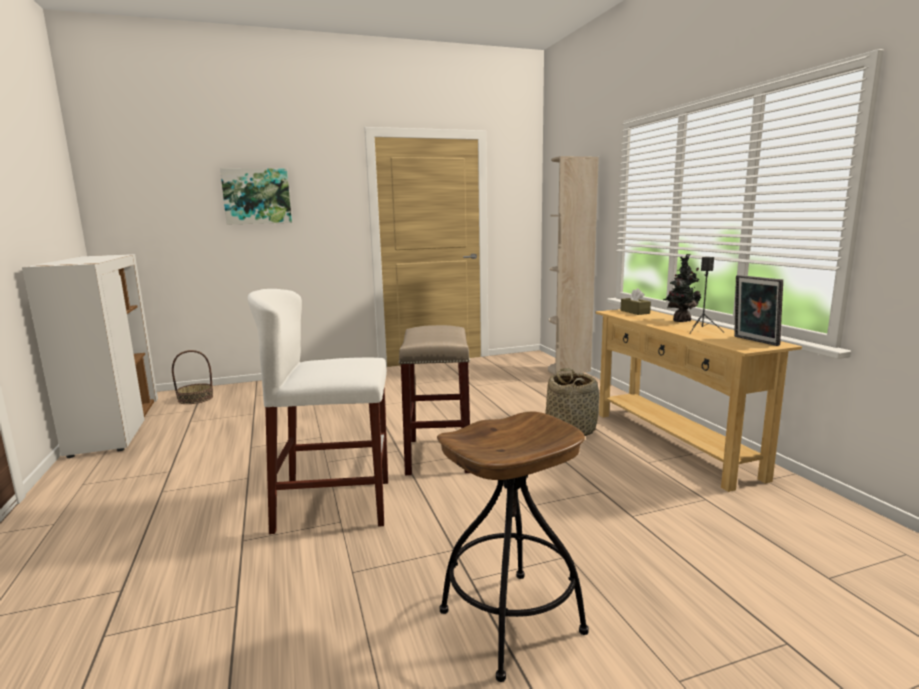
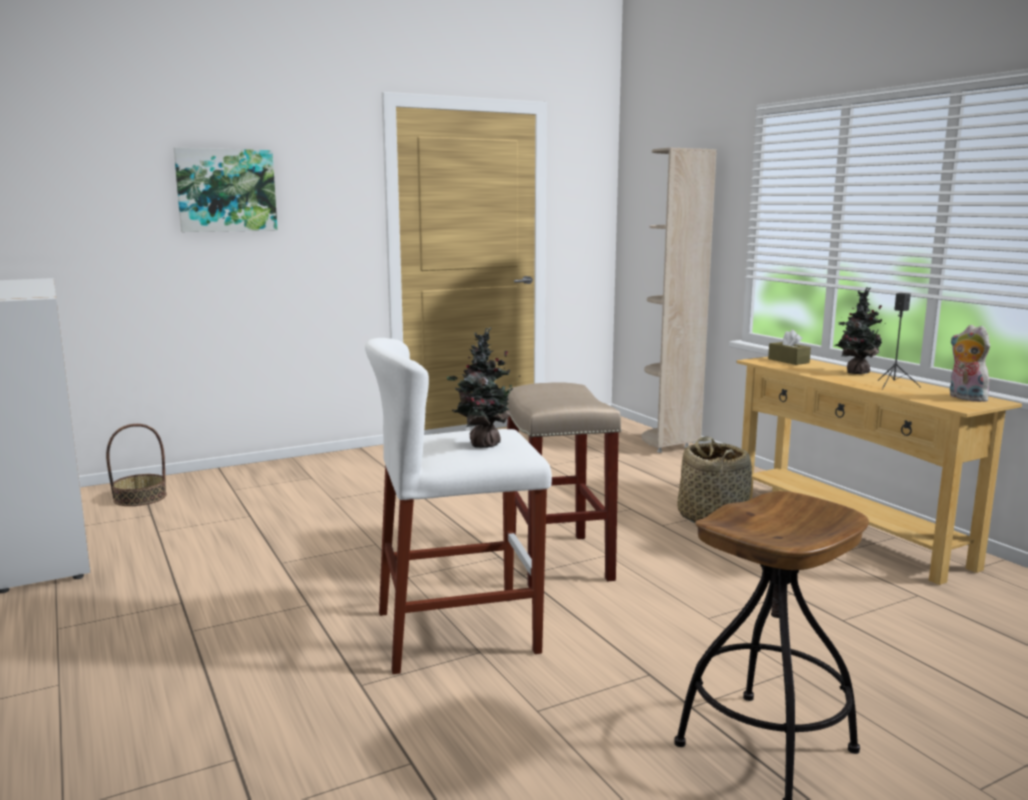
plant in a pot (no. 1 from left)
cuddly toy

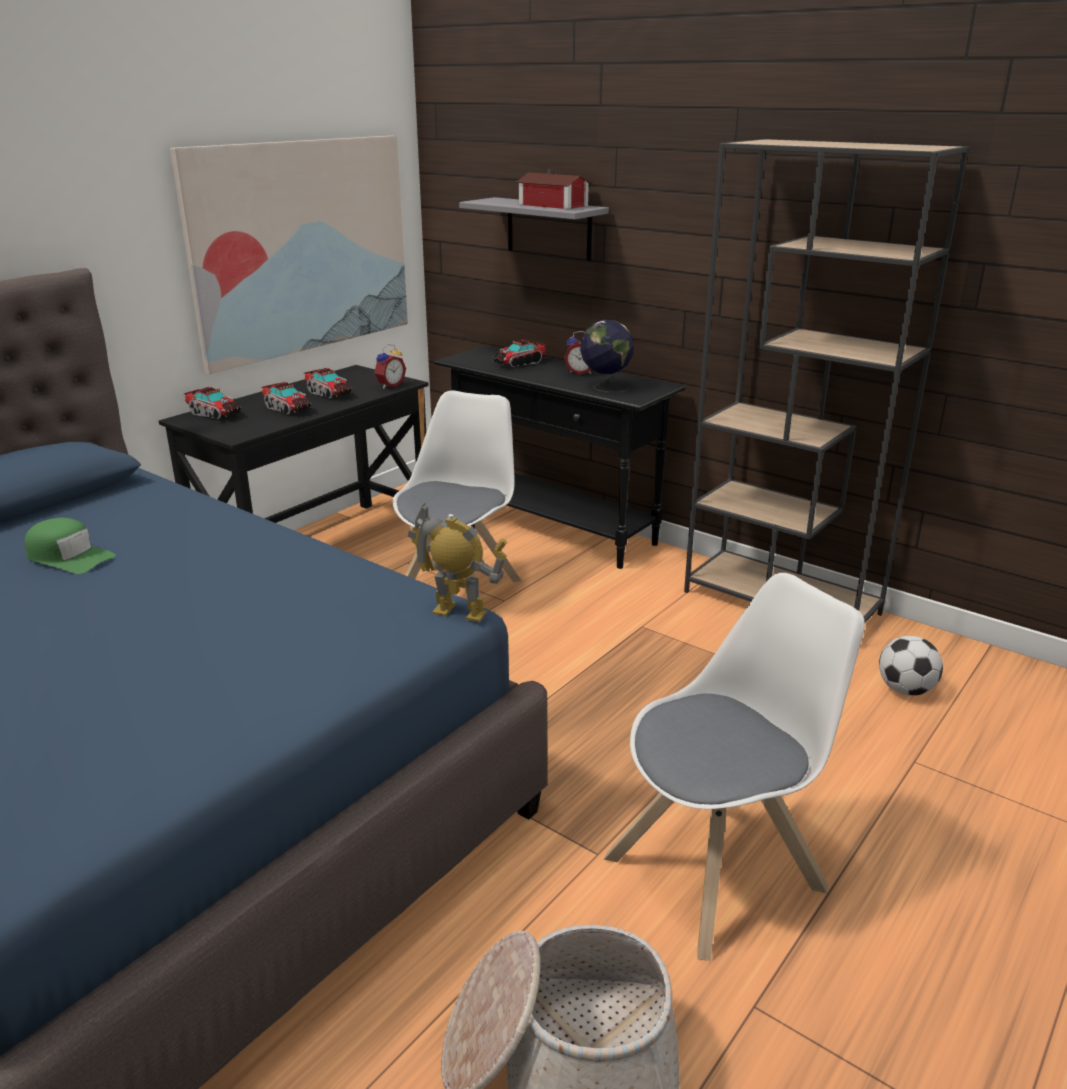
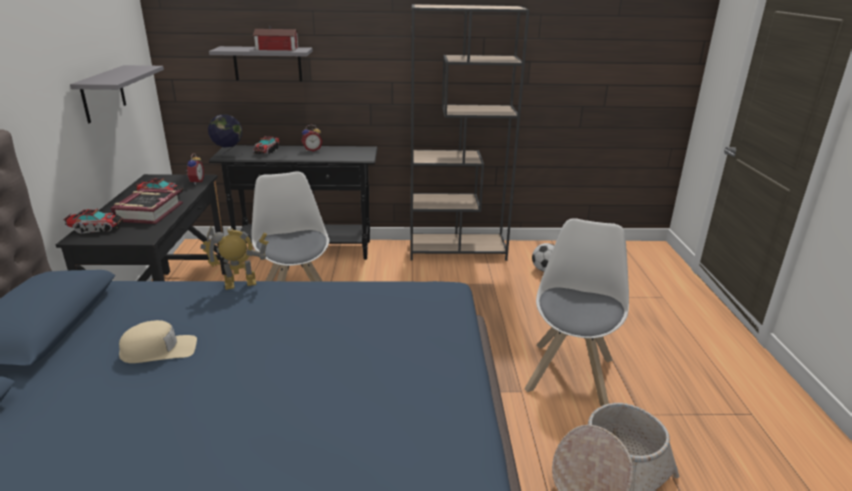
greyish bracket shelf (no. 1 from left)
book
beige baseball cap
model robot
globe

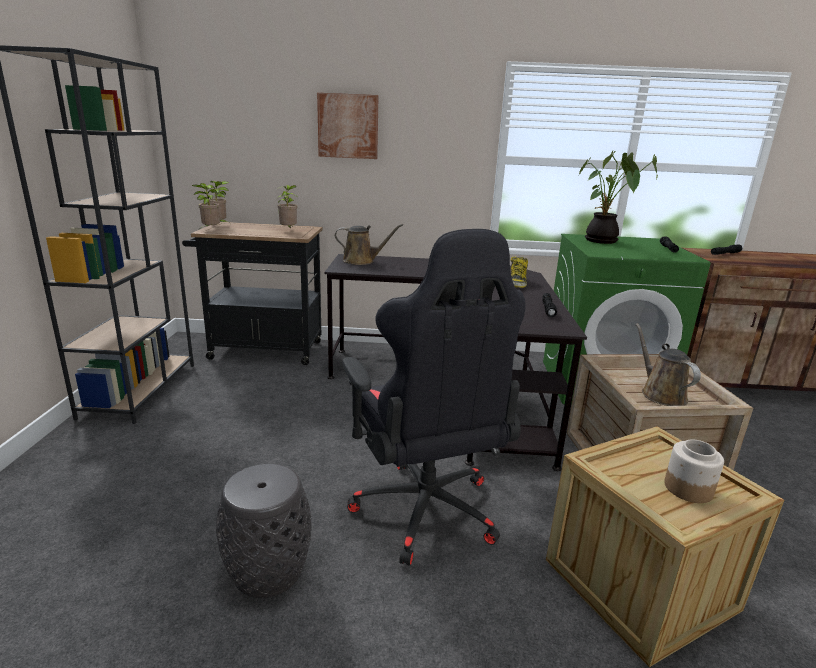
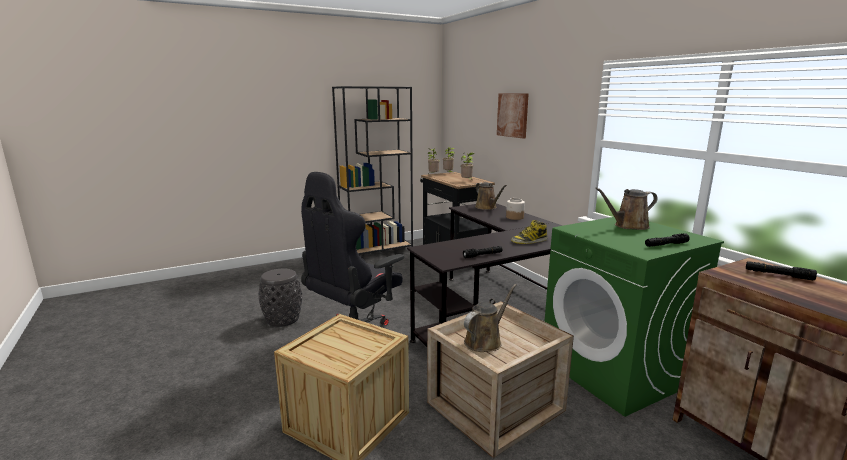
storage jar
brown-coloured sprinkling can (no. 3 from left)

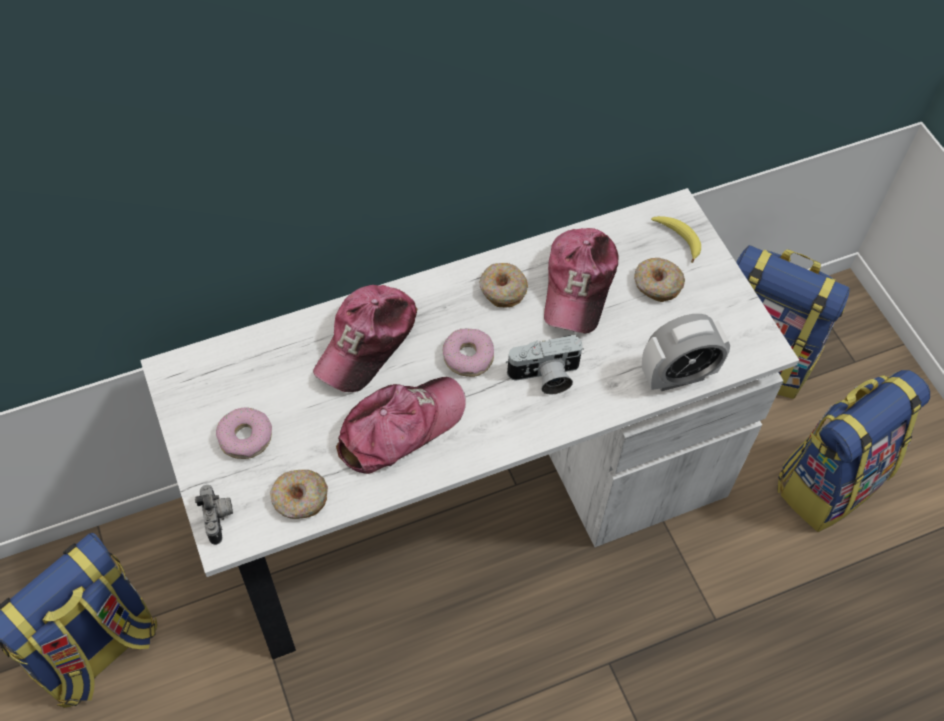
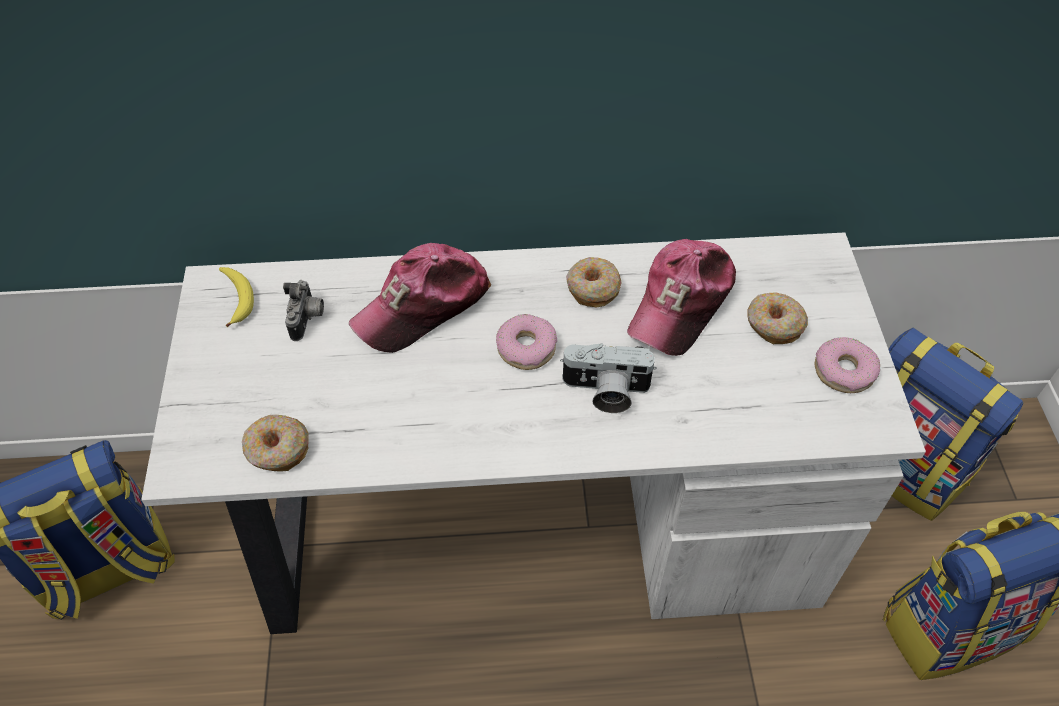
banana fruit
still camera (no. 1 from left)
donut (no. 5 from left)
baseball cap (no. 2 from left in the first image)
bedside clock

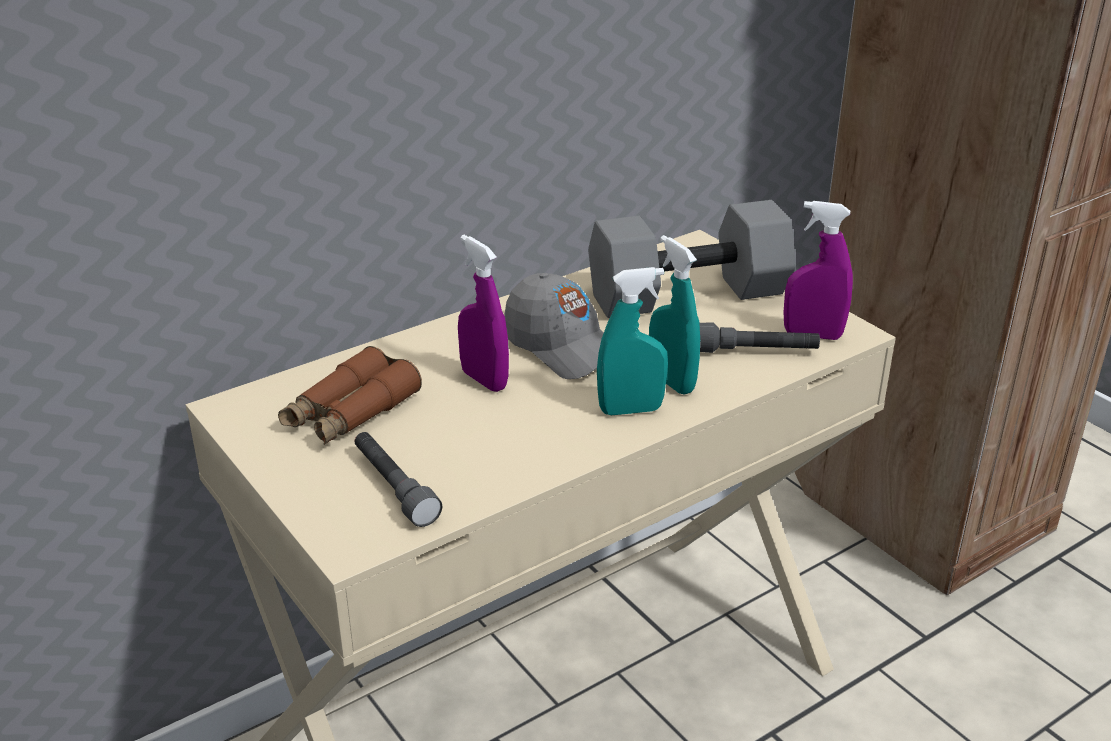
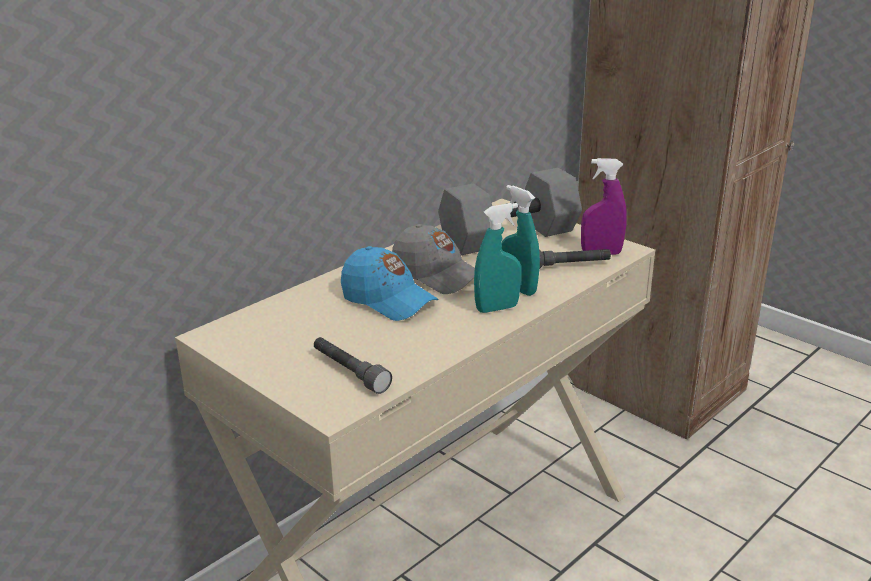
blue baseball cap
brown-coloured field glasses

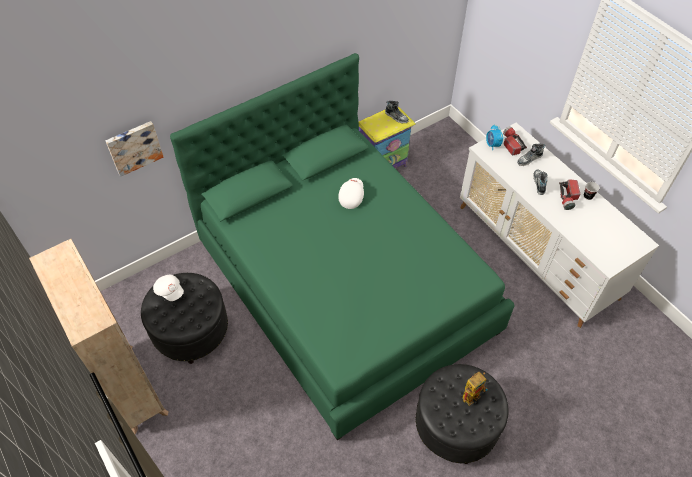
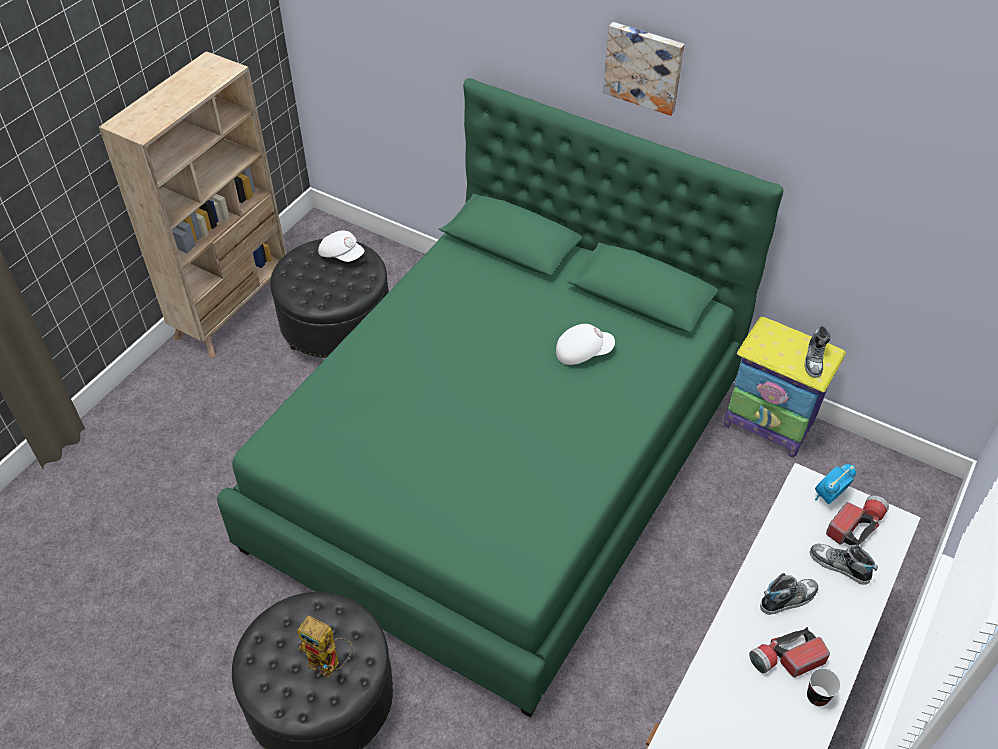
whitish baseball cap (no. 1 from left)
picture

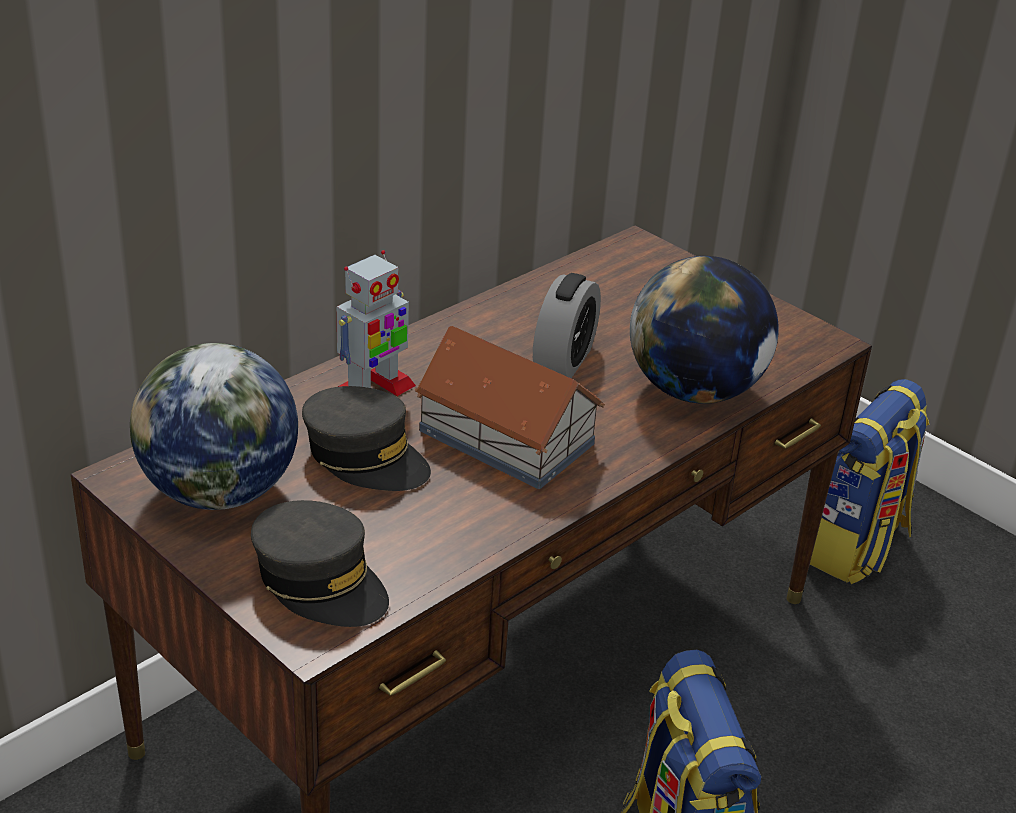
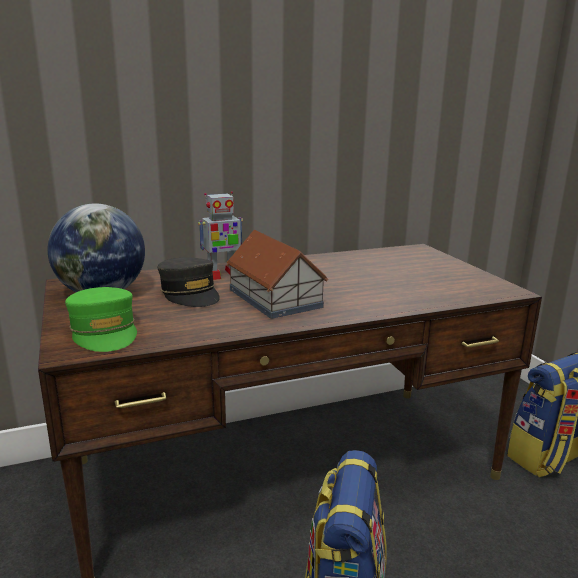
green-coloured baseball cap
bedside clock
globe (no. 2 from left in the first image)

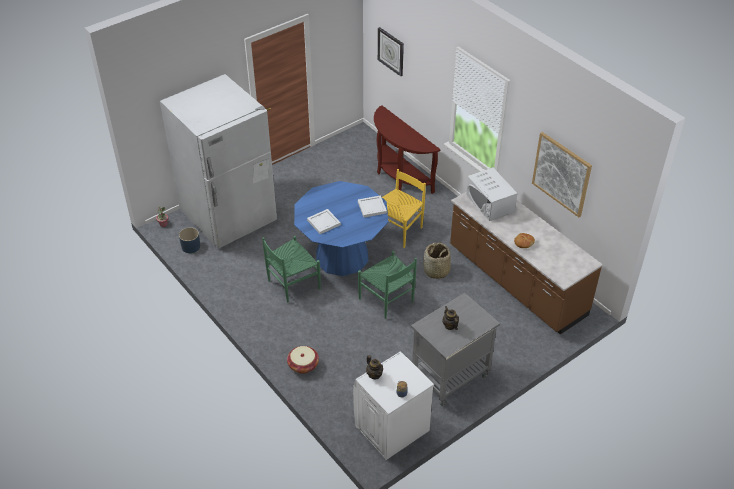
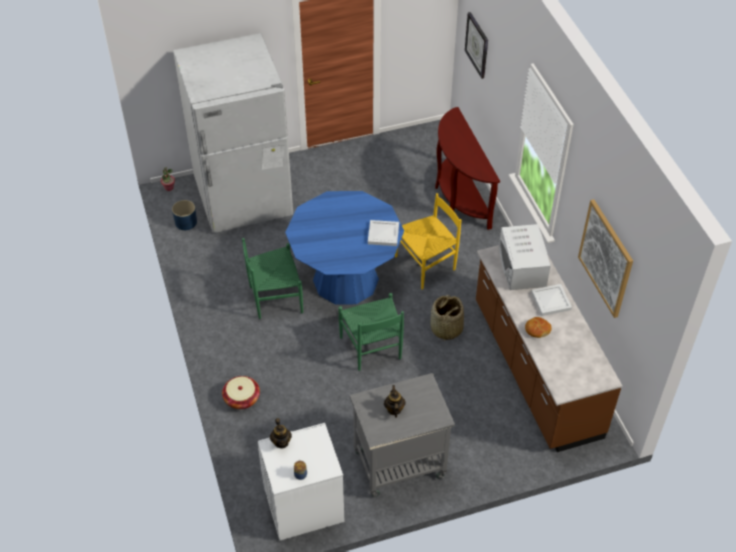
whitish tray (no. 2 from left)

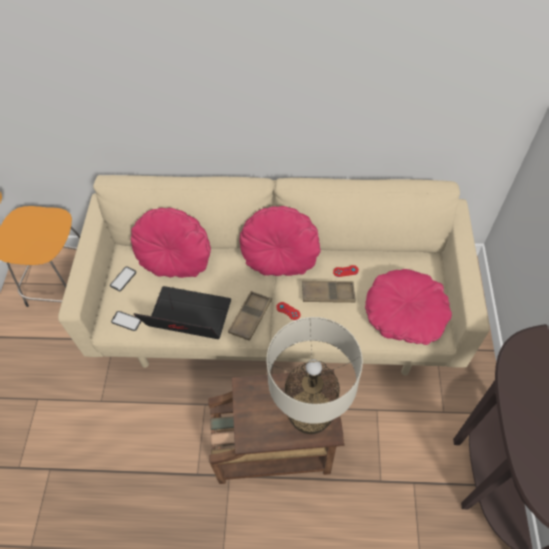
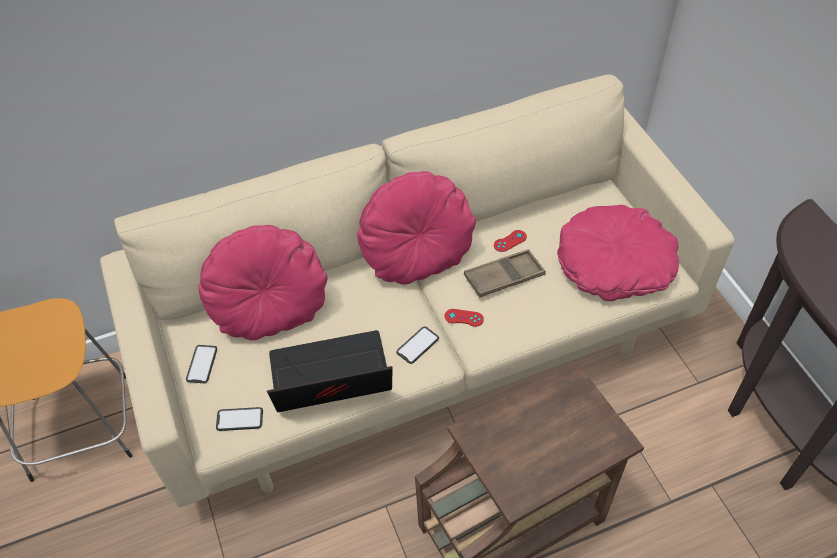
phone (no. 3 from left)
tabletop lamp

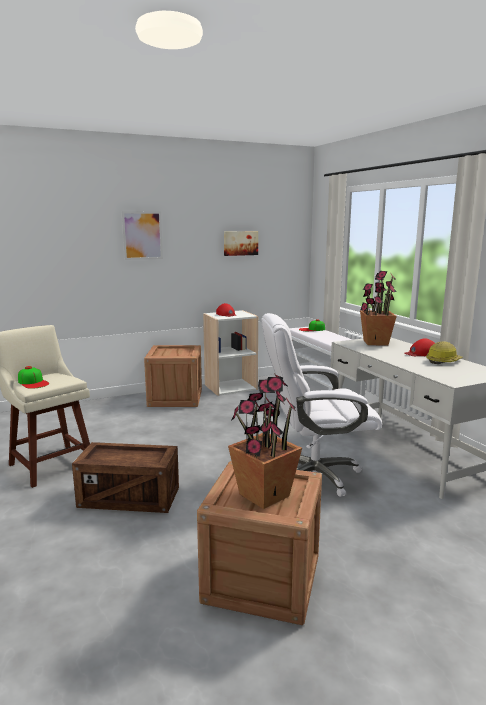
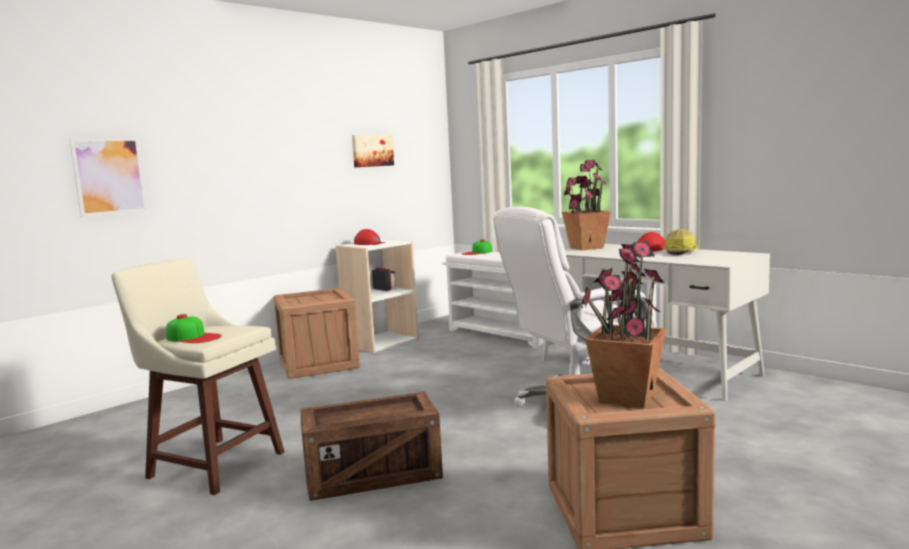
picture (no. 1 from left)

